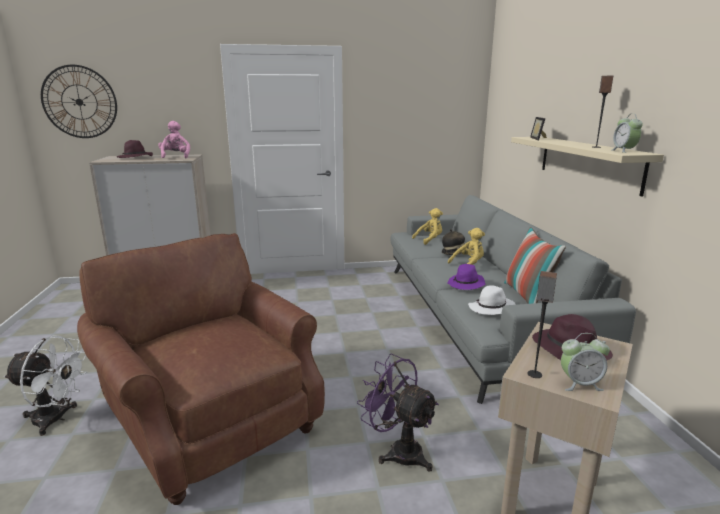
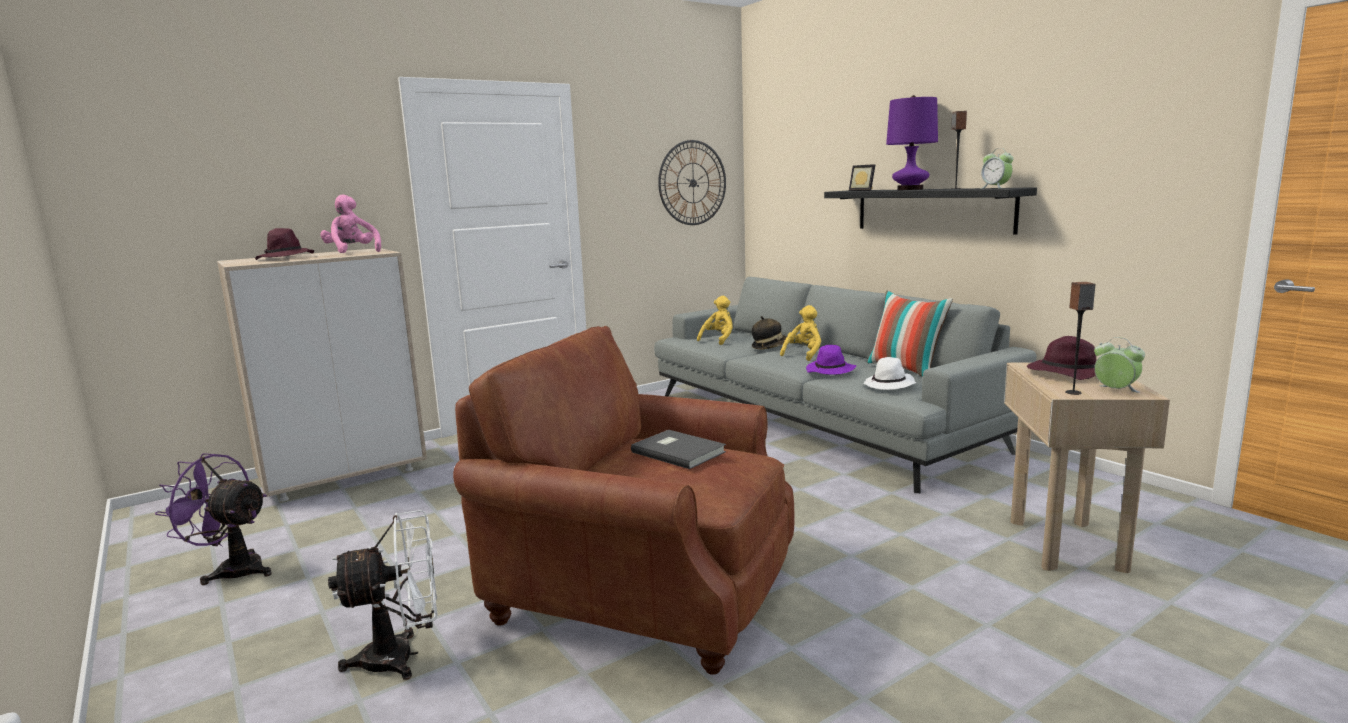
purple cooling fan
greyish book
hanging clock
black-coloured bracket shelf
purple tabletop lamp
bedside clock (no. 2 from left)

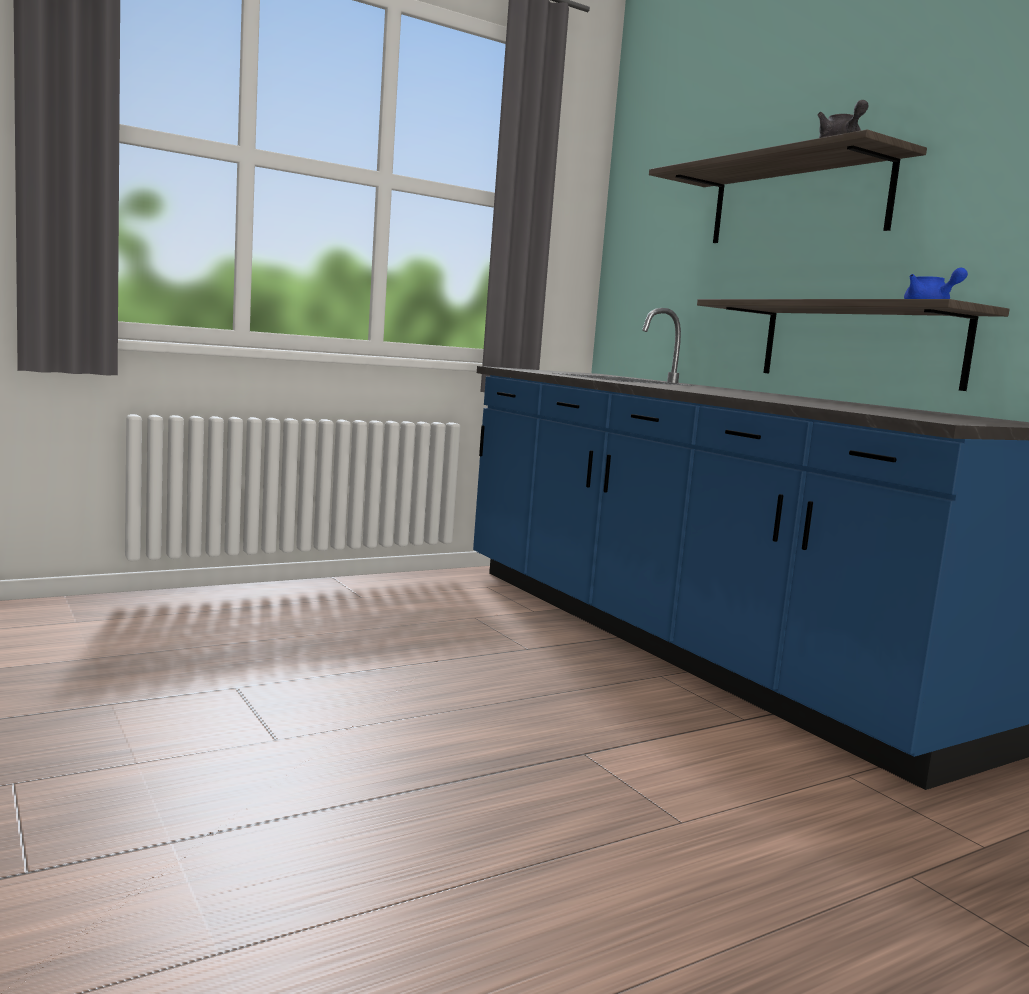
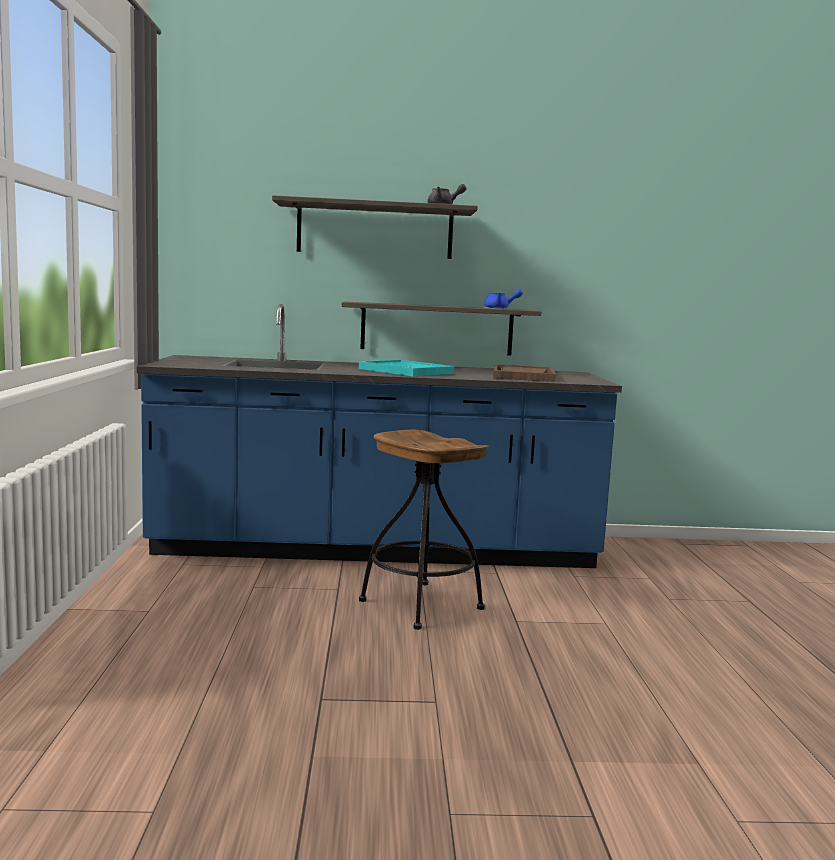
blue-green tray
brown-coloured stool
brown-coloured tray

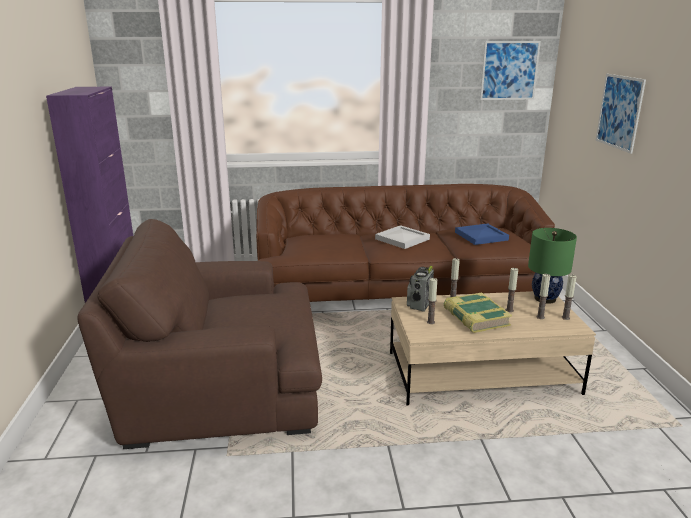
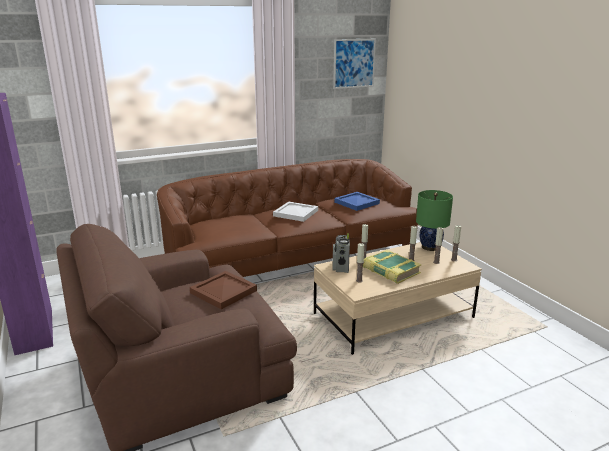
brown-coloured tray
picture (no. 2 from left in the first image)

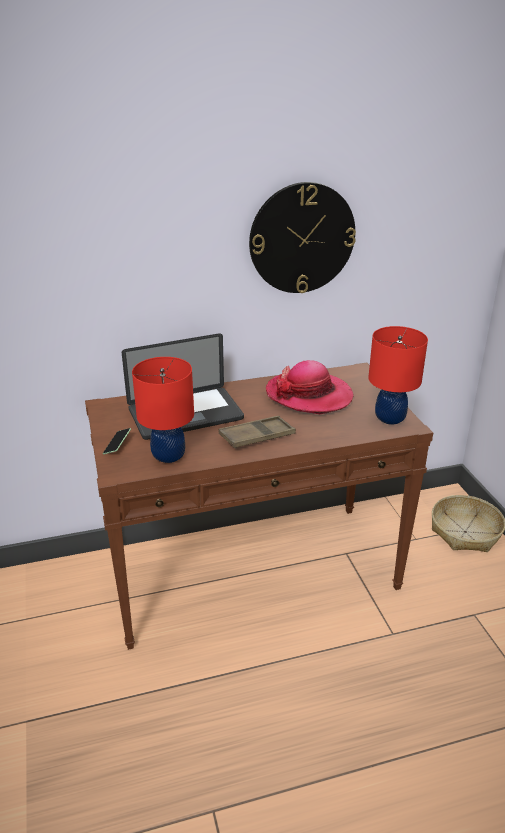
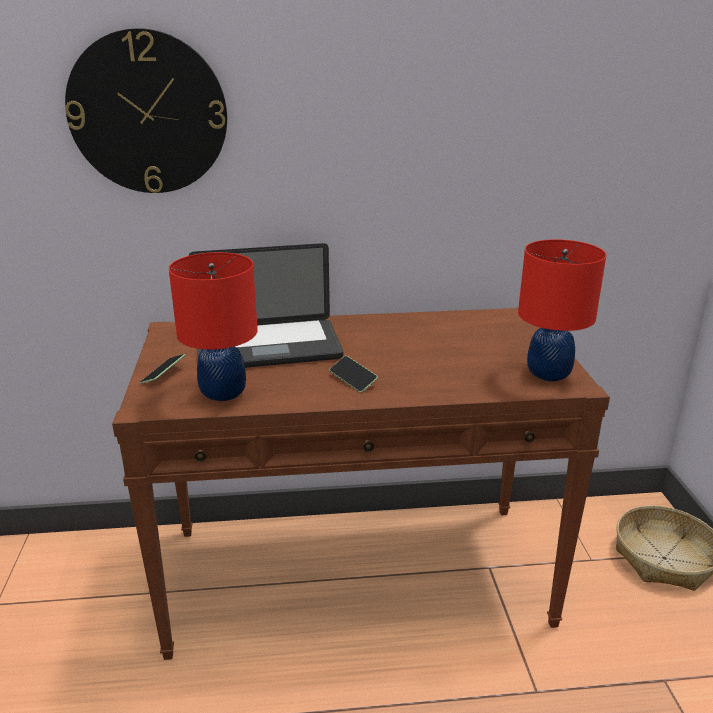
hanging clock
phone (no. 2 from left)
hat

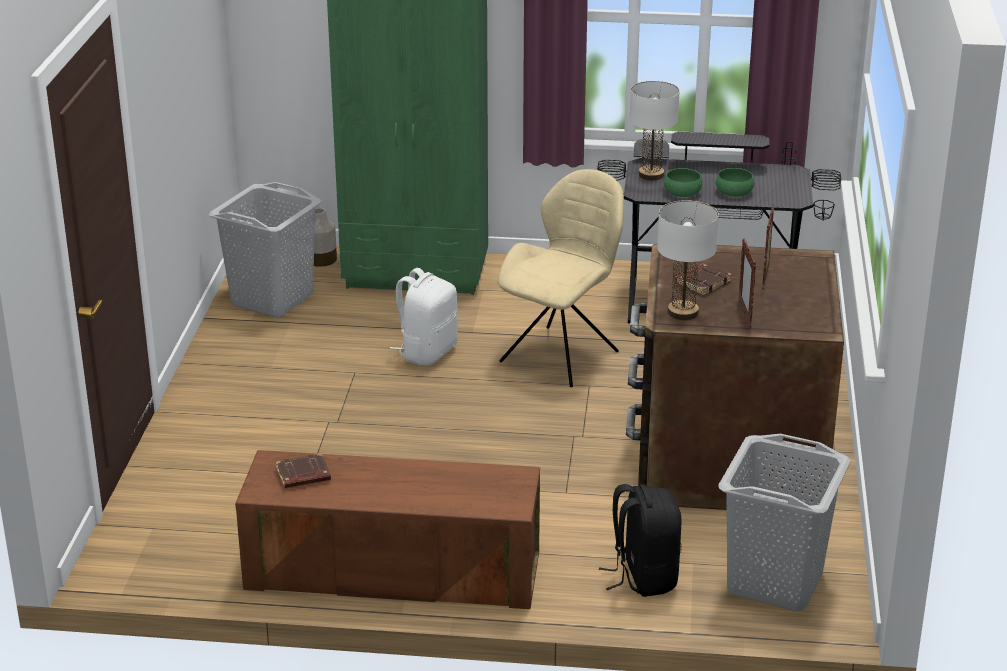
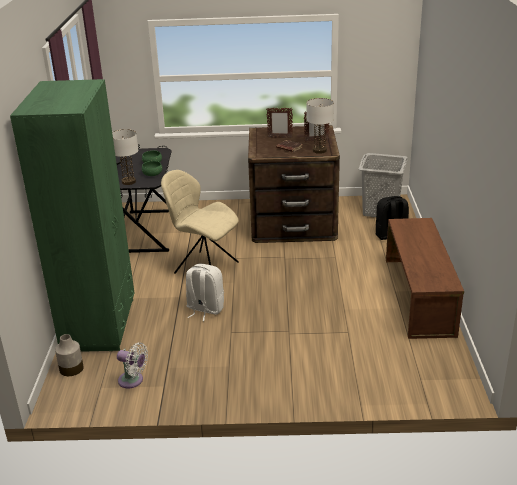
whitish cooling fan
brown-coloured book (no. 1 from left in the first image)

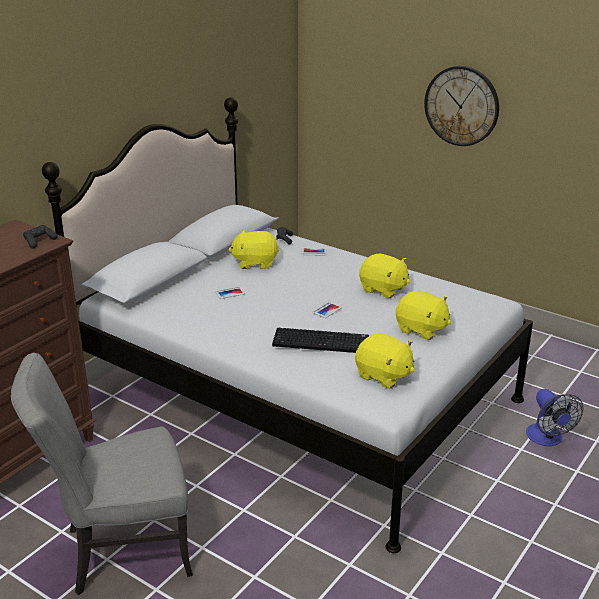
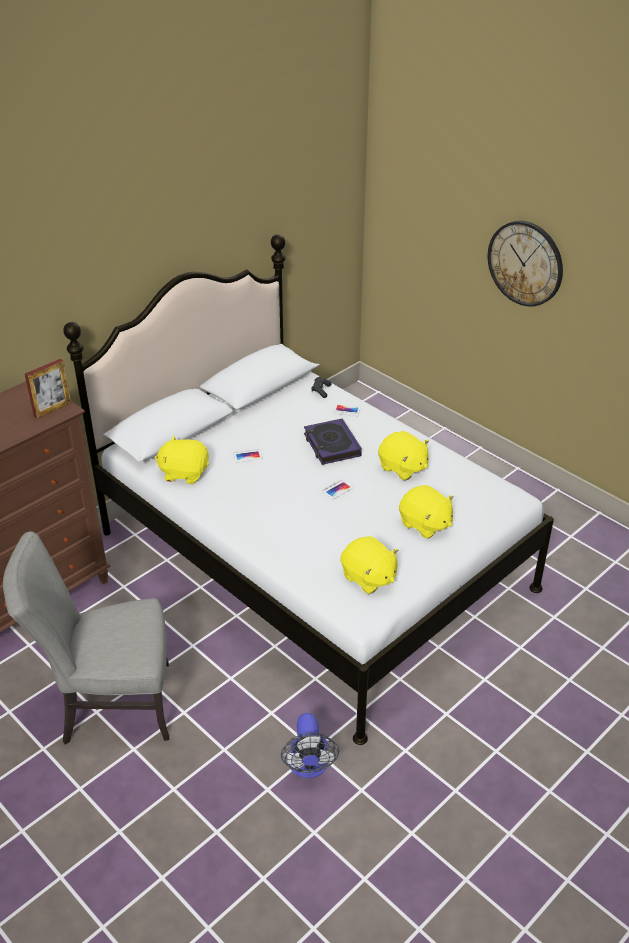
standing frame
yellow cuddly toy (no. 1 from left)
cooling fan
book
keyboard

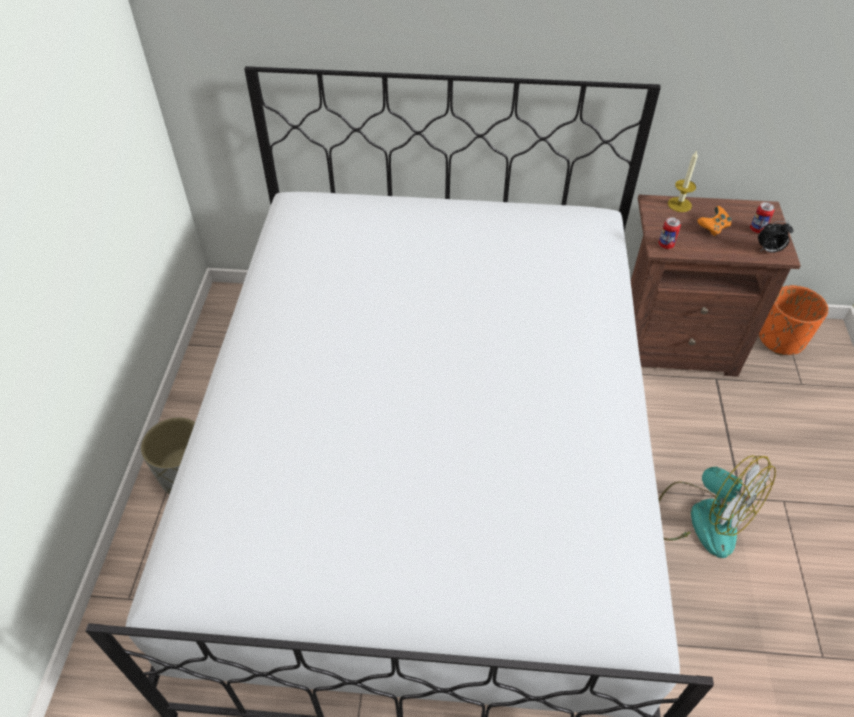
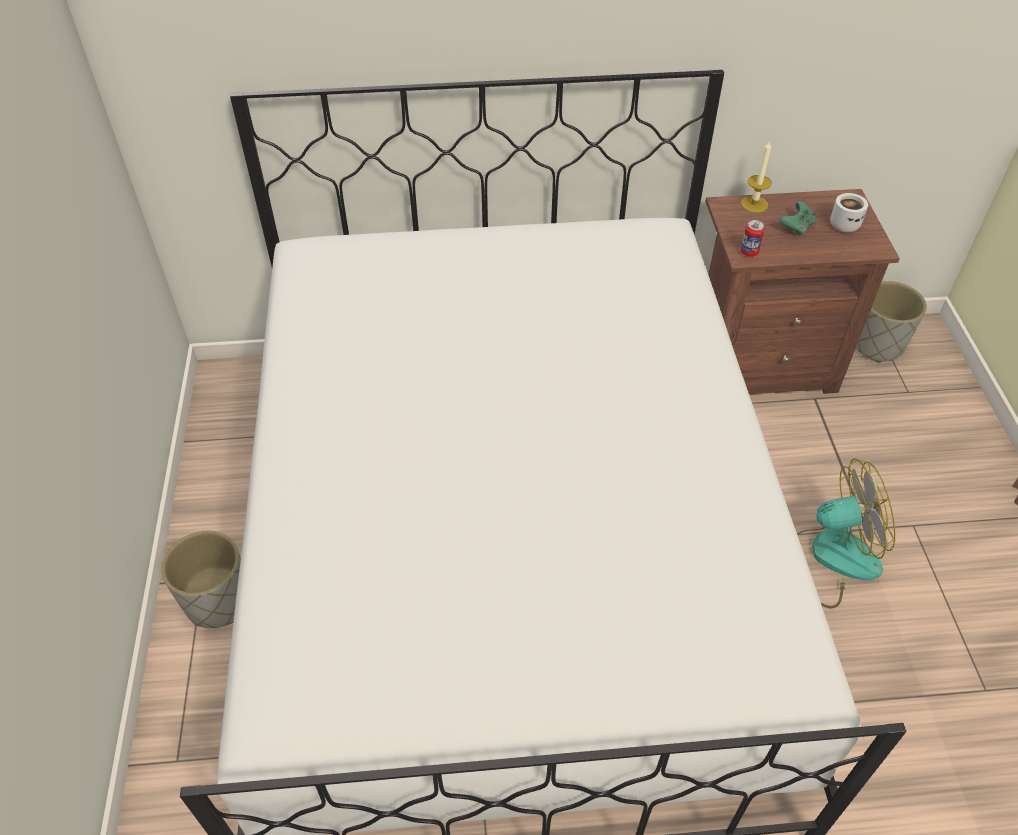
green-coloured game controller
cooling fan
whitish mug
greyish flower pot (no. 2 from left)
bedside clock

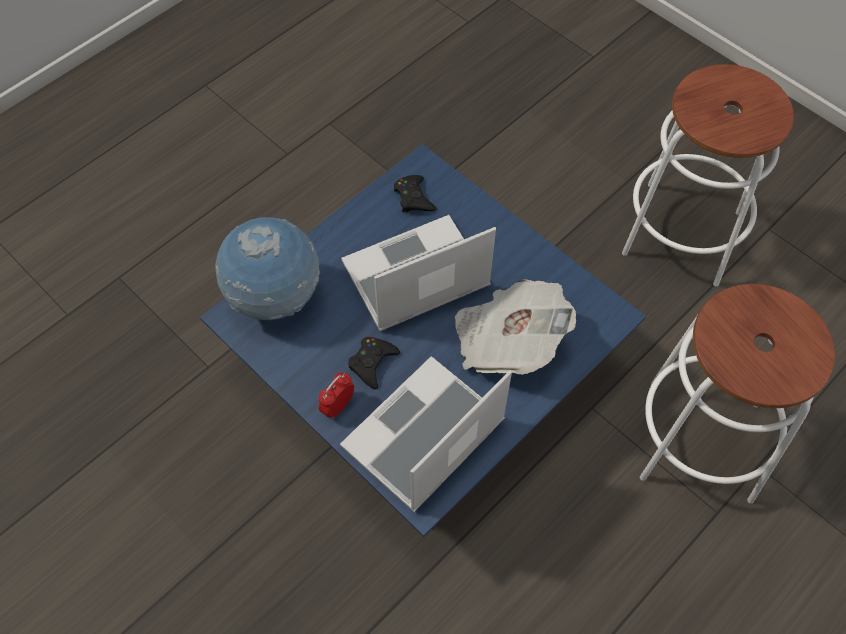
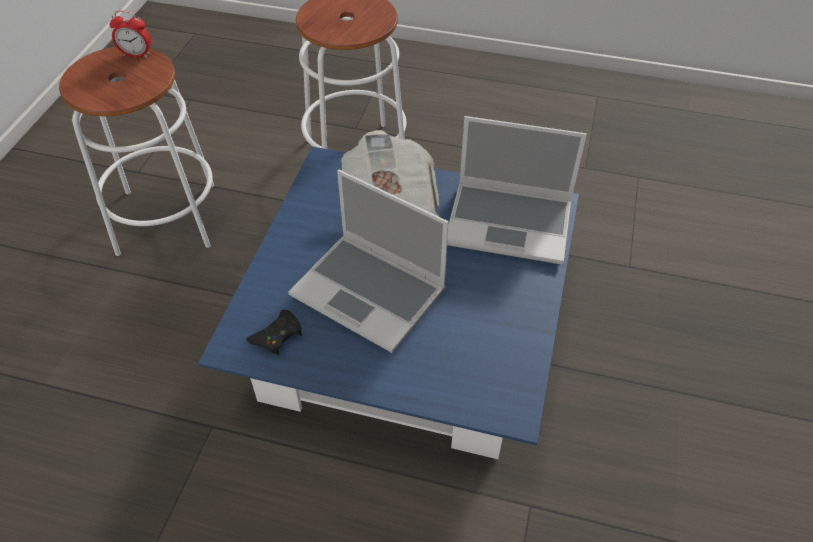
bedside clock
globe
black-coloured game controller (no. 1 from left in the first image)

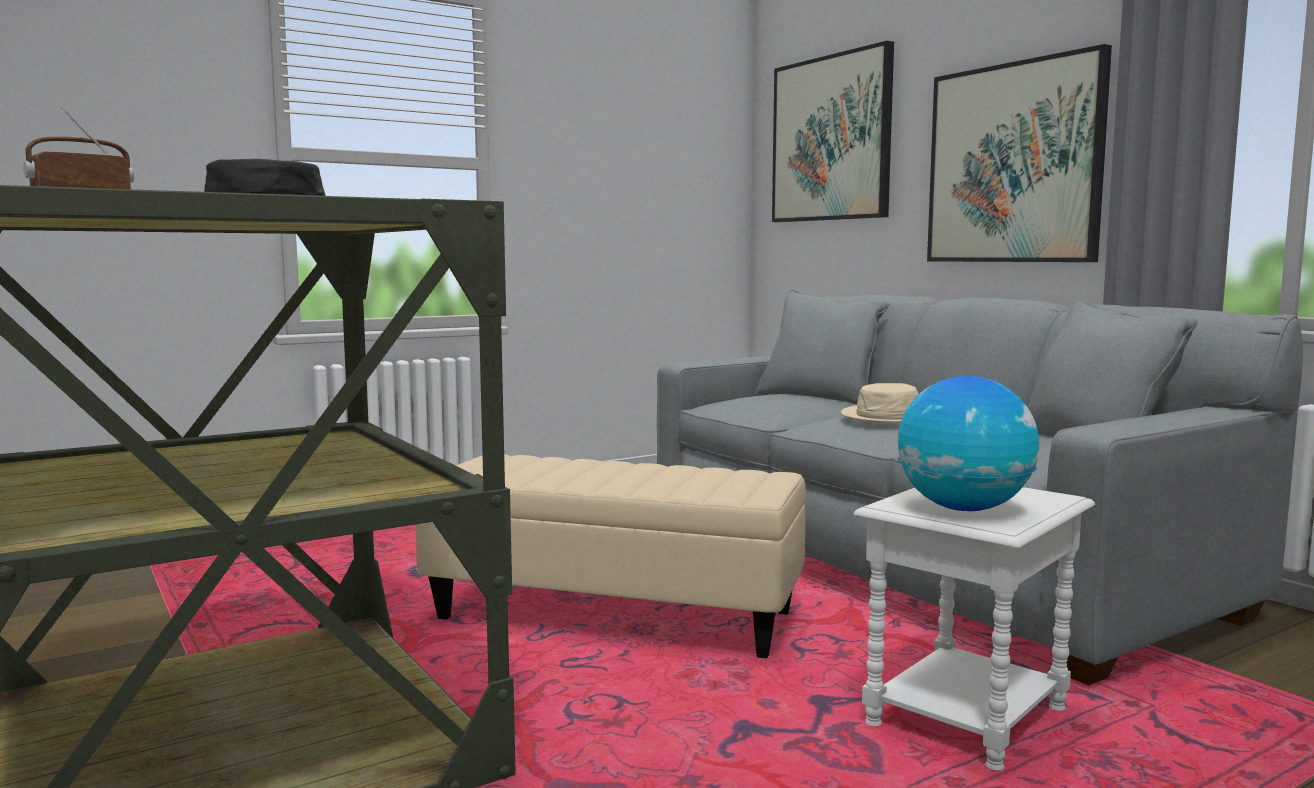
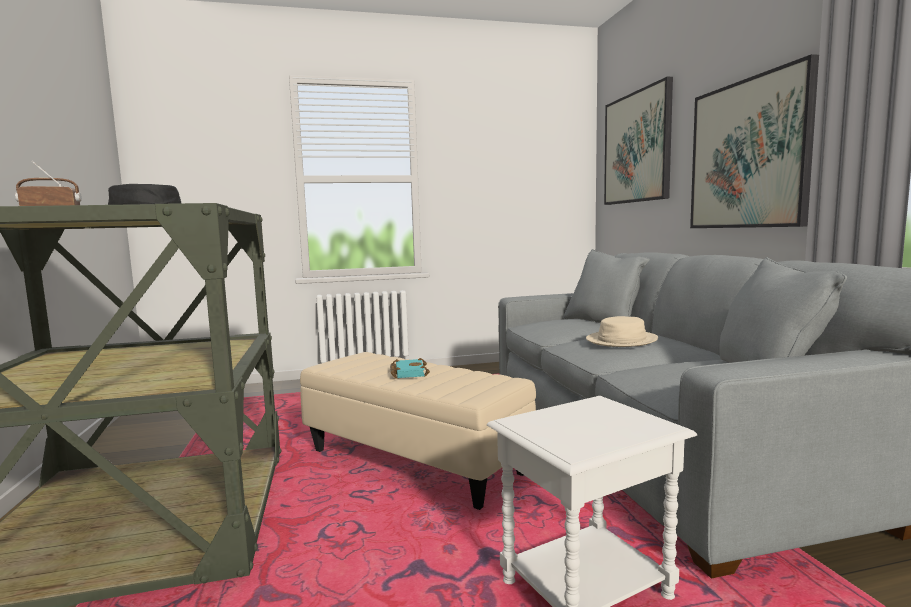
blue-green book
globe

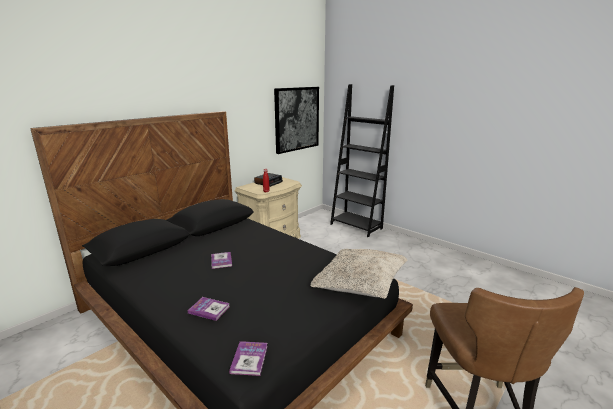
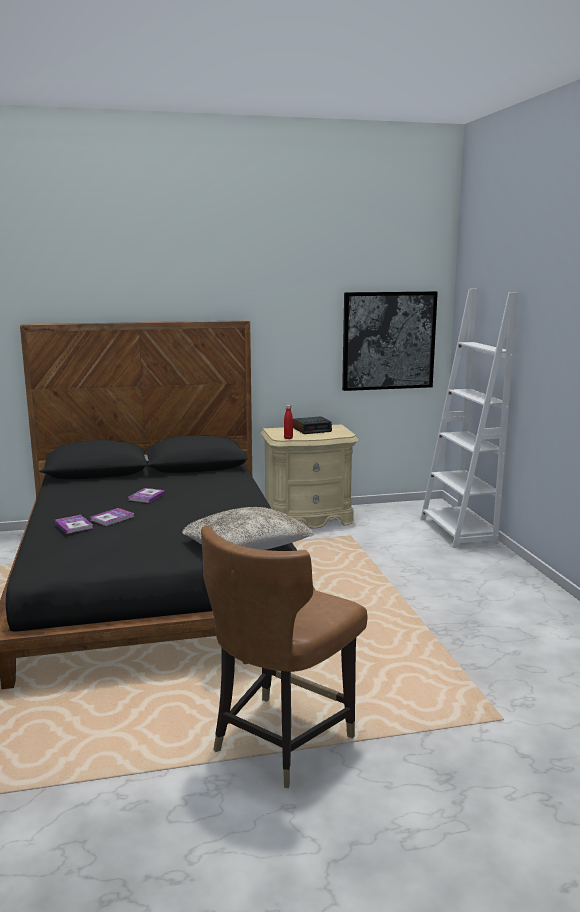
book (no. 2 from left)
whitish bookshelf

